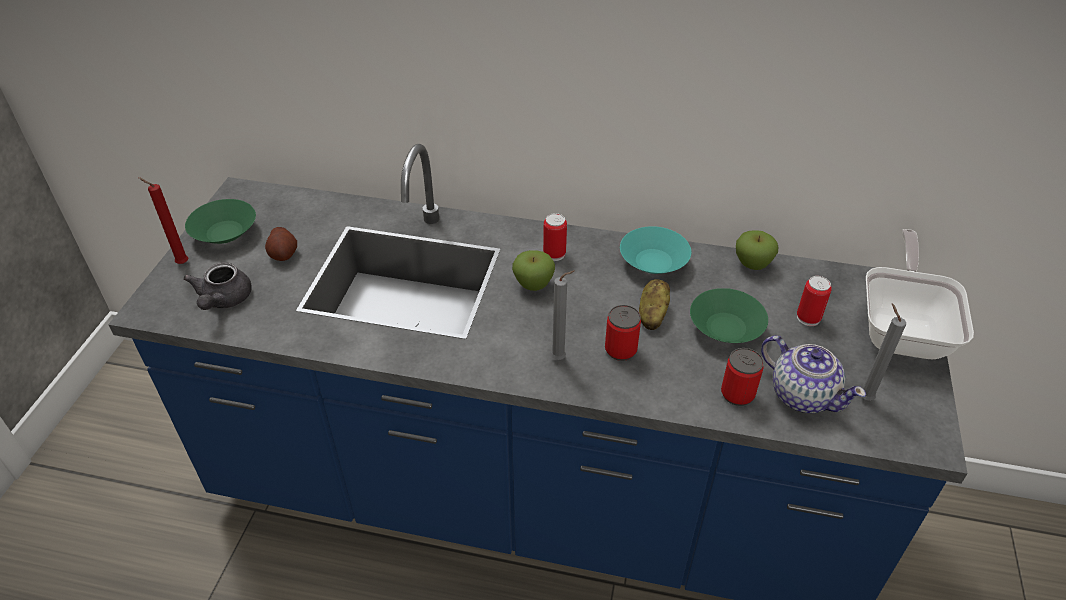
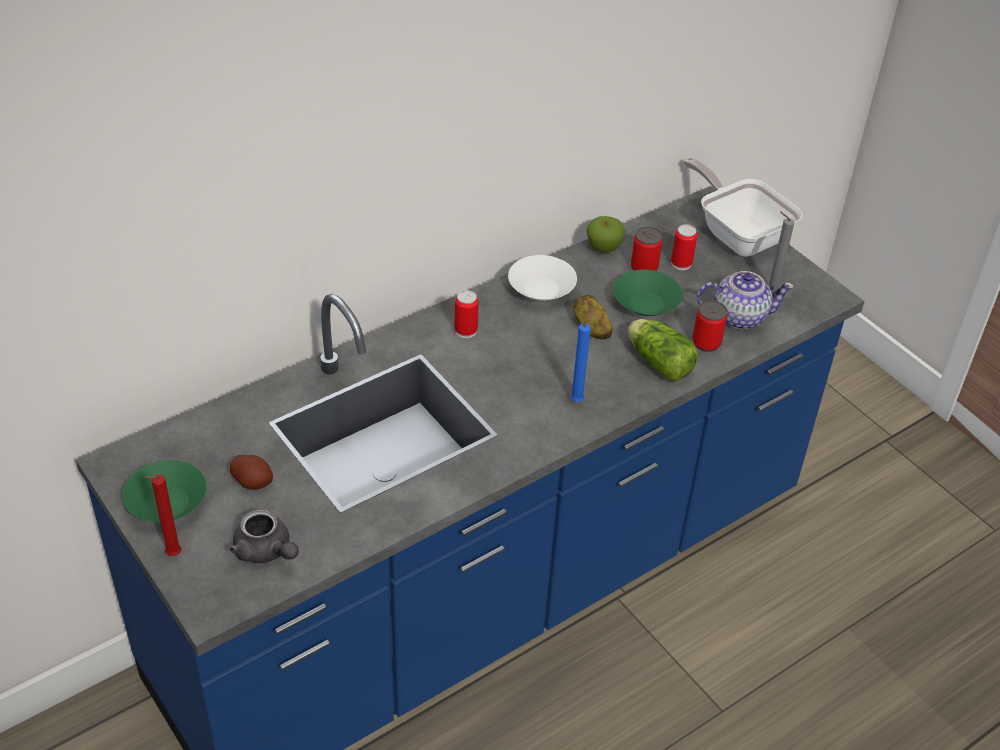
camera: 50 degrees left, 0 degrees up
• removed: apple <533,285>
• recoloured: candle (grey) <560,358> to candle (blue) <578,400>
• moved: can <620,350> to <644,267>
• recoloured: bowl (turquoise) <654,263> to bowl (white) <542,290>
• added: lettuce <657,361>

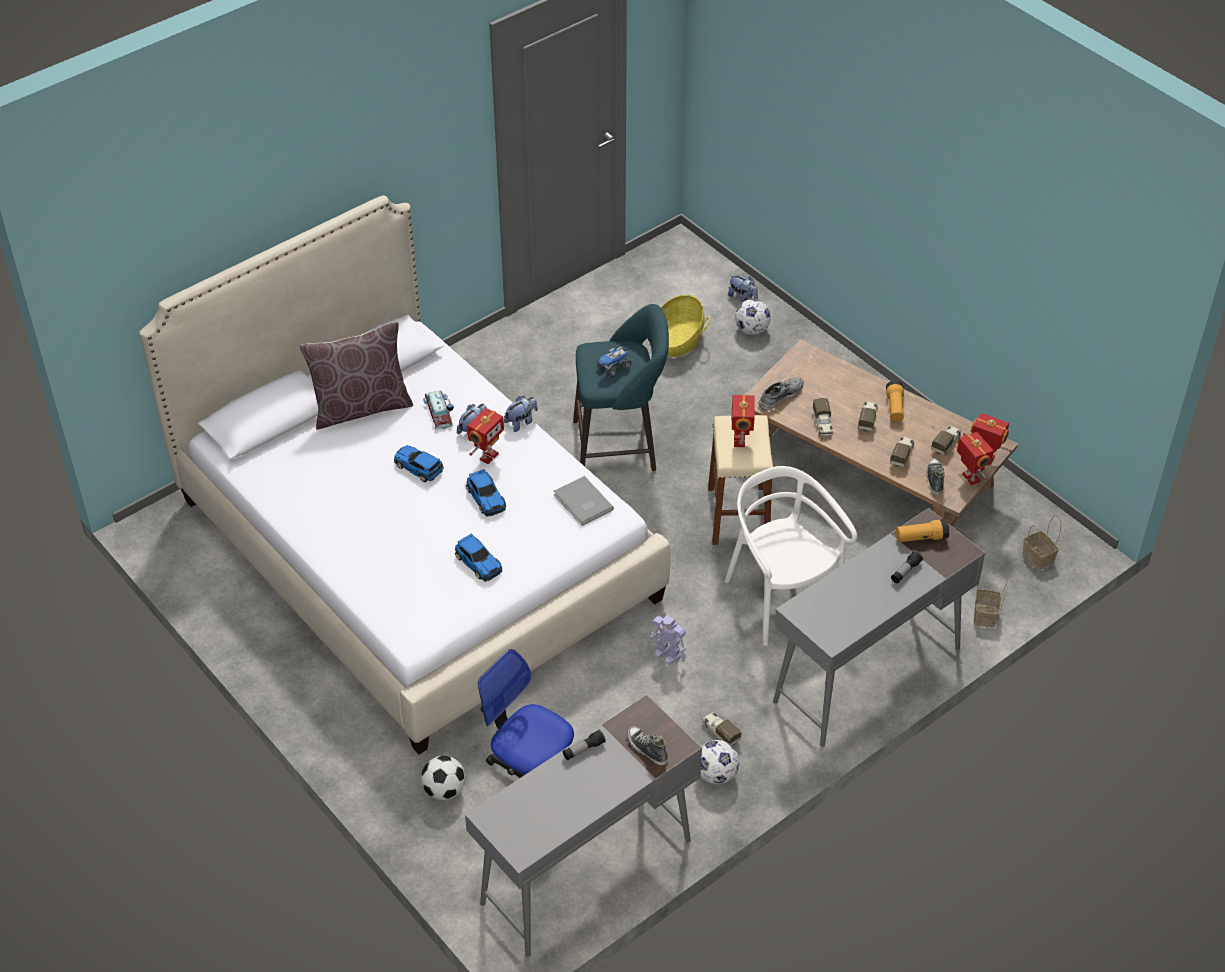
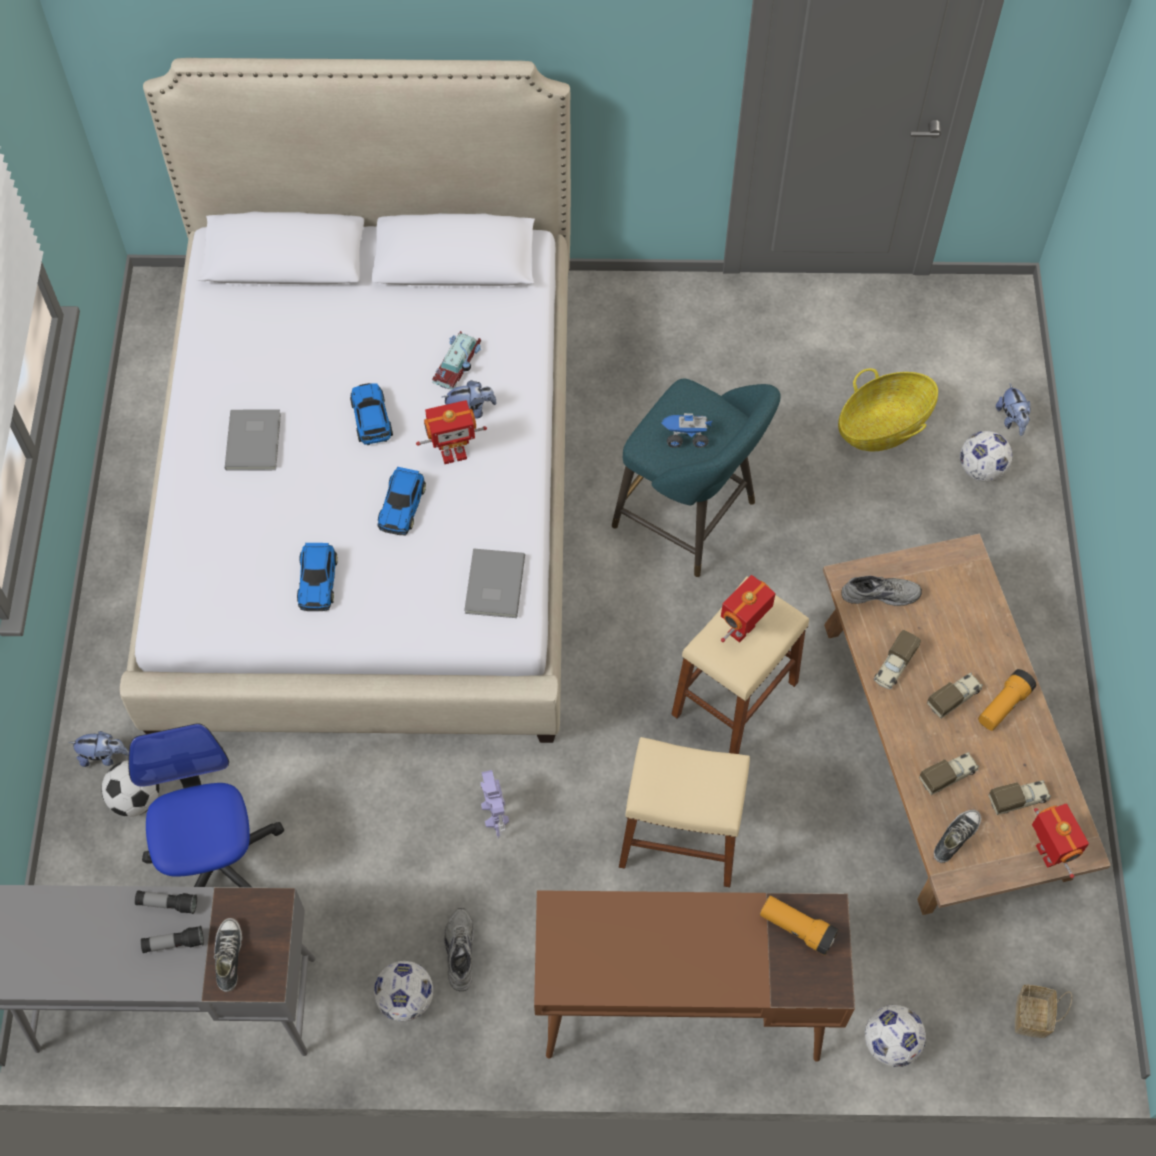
camera: 40 degrees right, 15 degrees up
• removed: pillow (brown) <361,407>
• moved: plush toy <521,422> to <103,756>
• replaced: toy truck <720,732> to shoe (grey) <458,951>
• replaced: chair (white) <781,598> to stool (beige) <680,839>
• recoloured: desk (grey) <866,675> to desk (brown) <680,1009>
• moved: flashlight <905,571> to <173,943>
• removed: toy robot <970,478>
• replaced: basket <985,616> to football <890,1043>
• added: book (grey) <255,440>

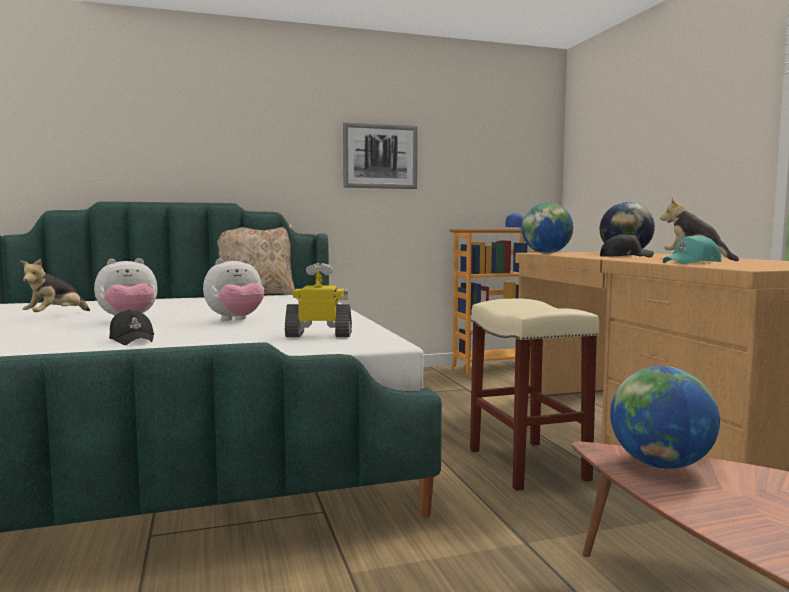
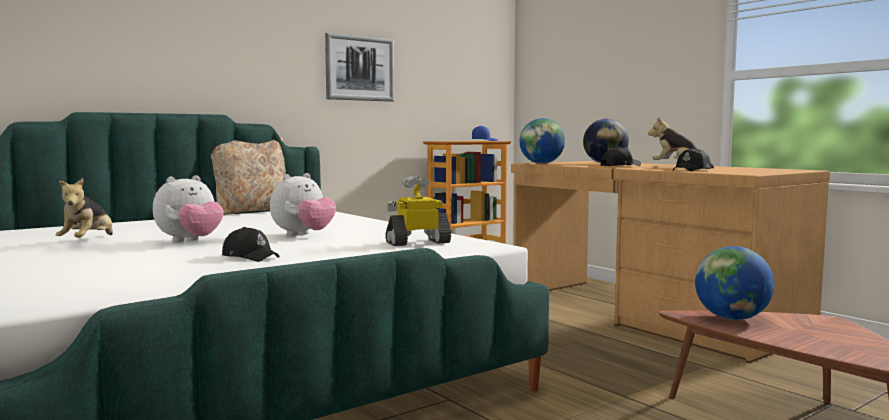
camera: 20 degrees left, 0 degrees up
• removed: stool (beige) <525,464>
• recoloured: cap (turquoise) <692,263> to cap (black) <692,170>

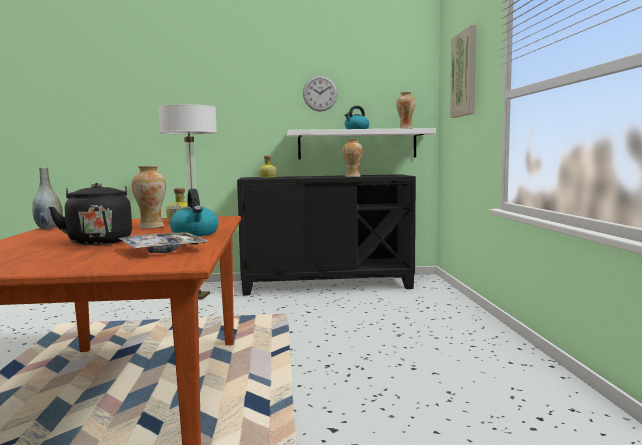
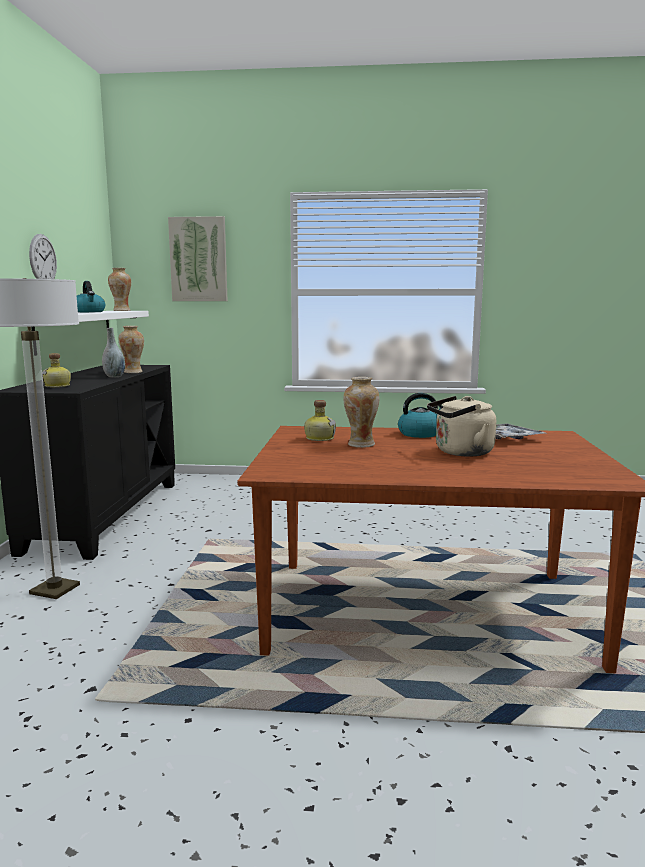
camera: 80 degrees left, 5 degrees up
• moved: vase (grey) <49,228> to <114,376>
• recoloured: kettle (black) <99,241> to kettle (beige) <460,452>

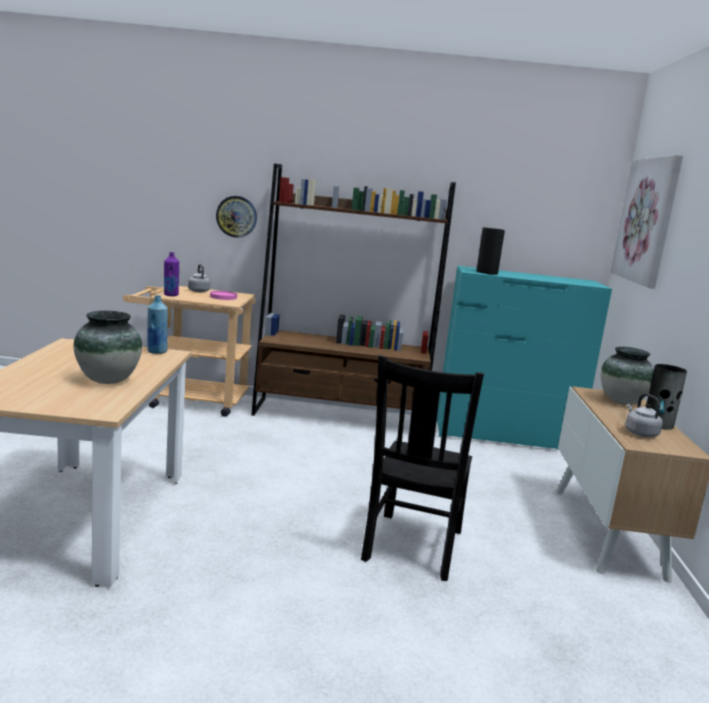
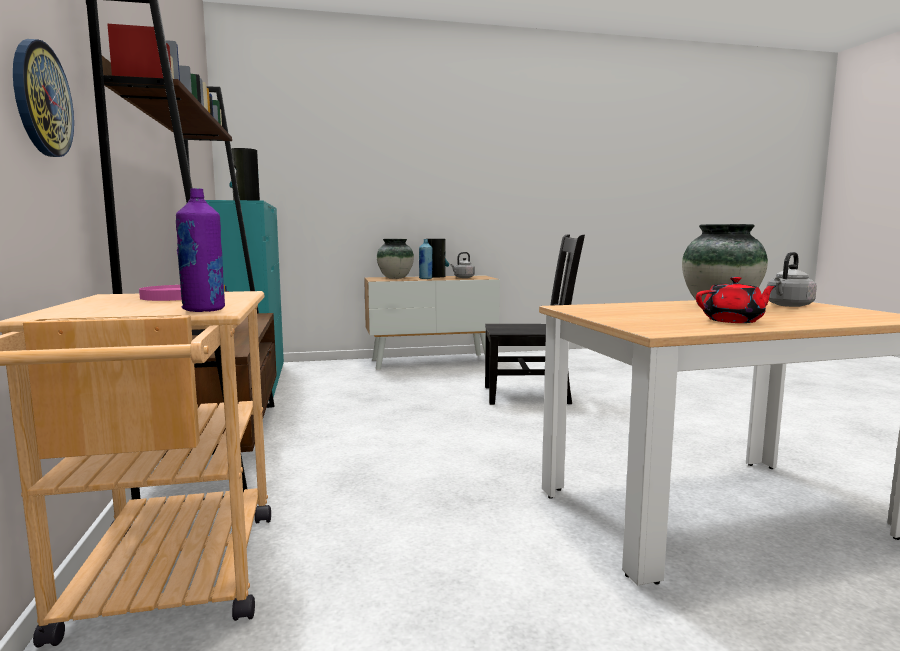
camera: 105 degrees left, 5 degrees down
• moved: bottle (blue) <156,352> to <425,278>
• moved: kettle (grey) <198,291> to <788,305>
• removed: picture <646,220>
• added: teapot (red) <734,321>

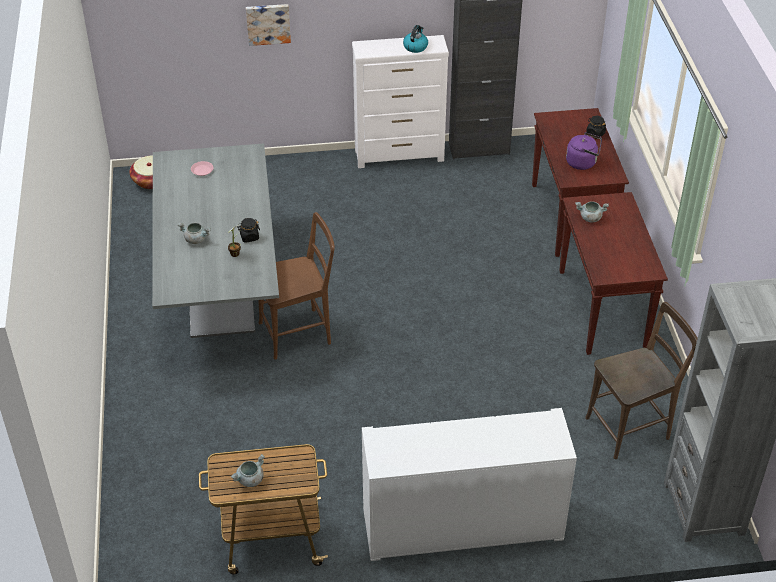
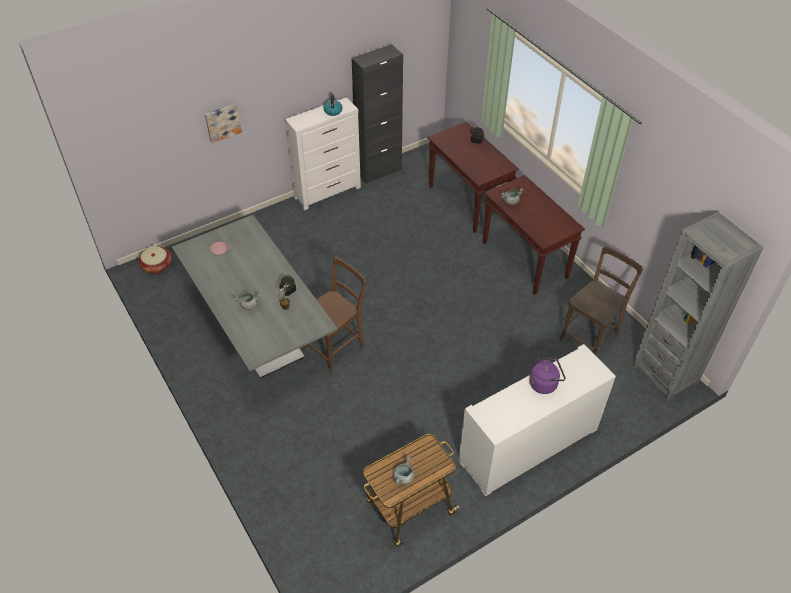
camera: 25 degrees left, 5 degrees up
• moved: kettle (purple) <583,163> to <544,383>

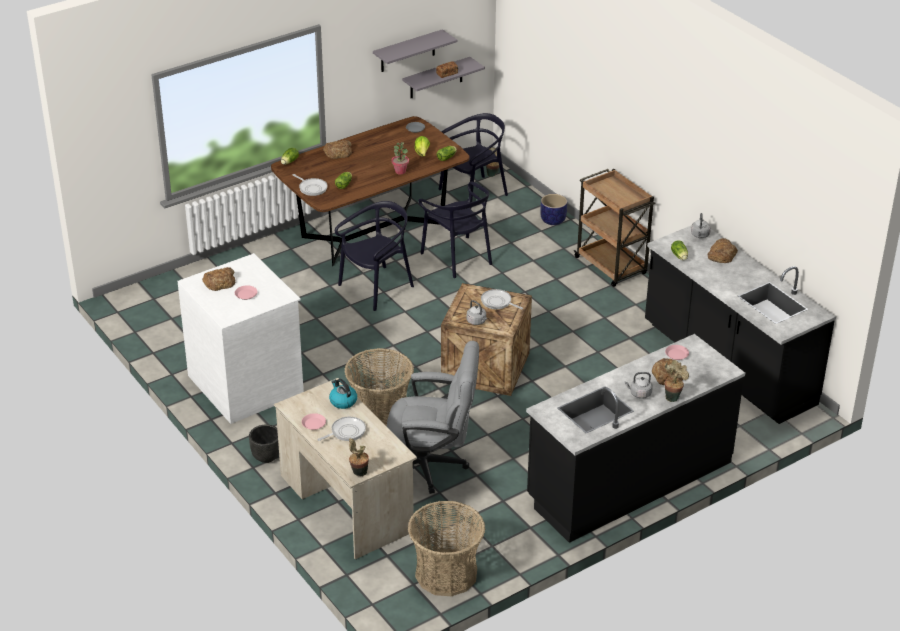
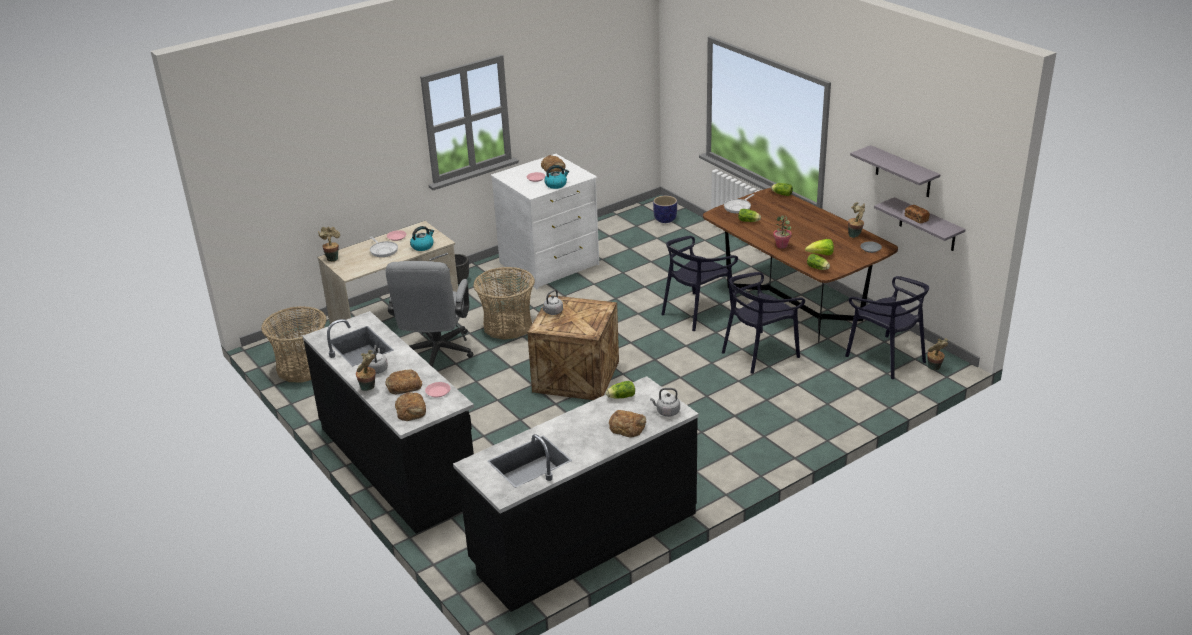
camera: 90 degrees right, 5 degrees down
• moved: bread <338,152> to <411,410>
• turned: chair (black) <376,288> = <697,312> 90 degrees clockwise
• removed: frying pan <497,302>
• moved: planter <553,220> to <665,219>
• removed: cart (brown) <611,266>
• added: kettle <556,184>
• added: potted plant <855,235>

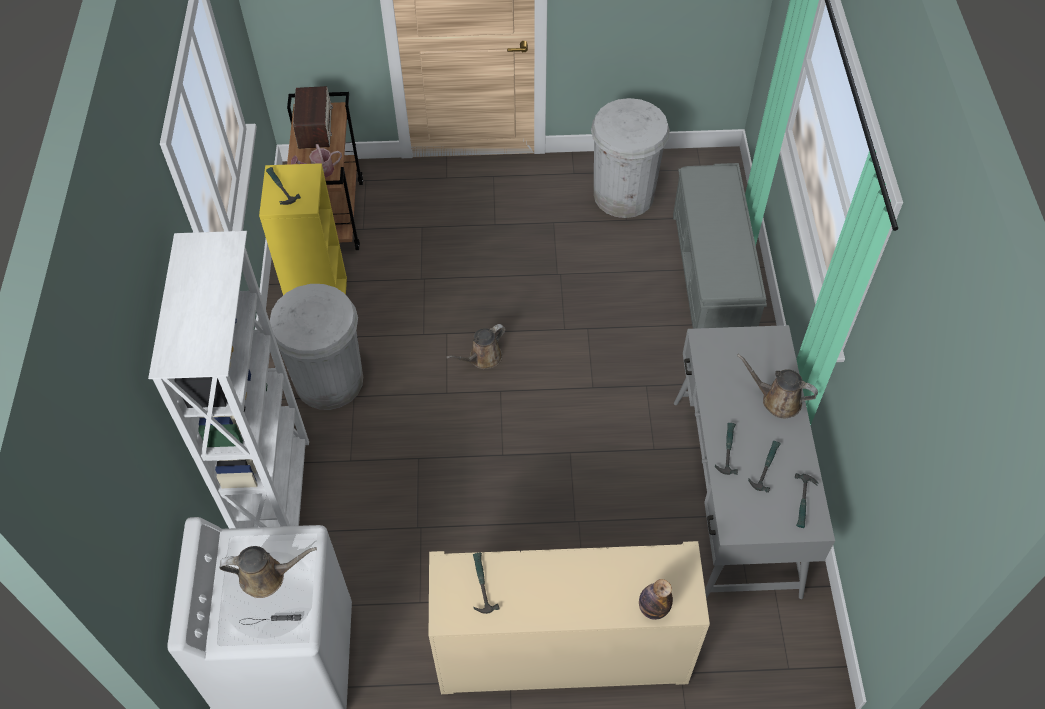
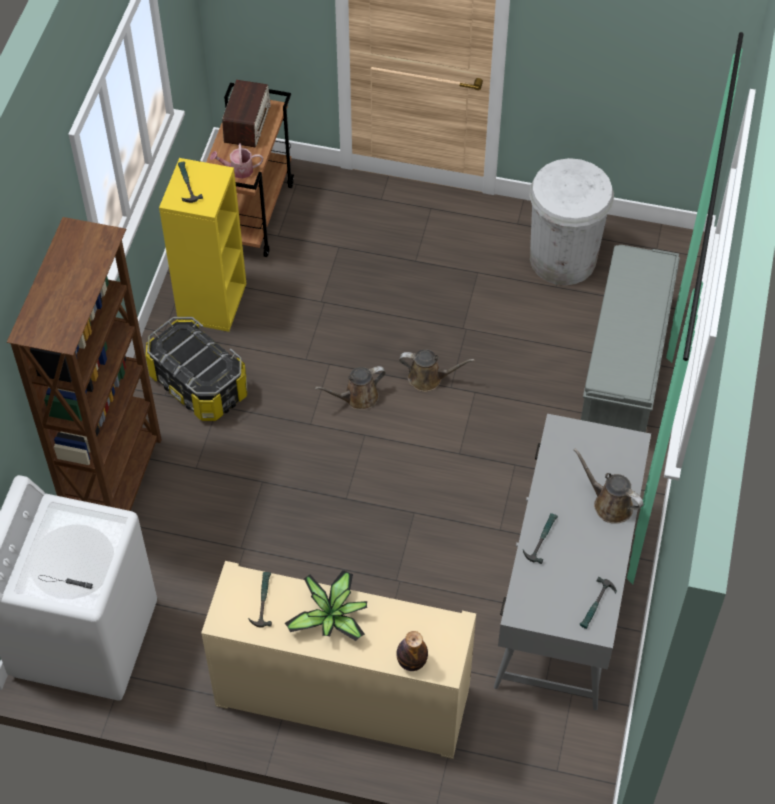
camera: 15 degrees right, 0 degrees up
• recoloured: bookcase (white) <279,497> to bookcase (brown) <118,486>
• moved: watering can (brown) <267,576> to <428,378>
• replaced: trash can (white) <329,381> to storage box <198,384>
• removed: hammer <765,467>
• added: potted plant <331,617>

